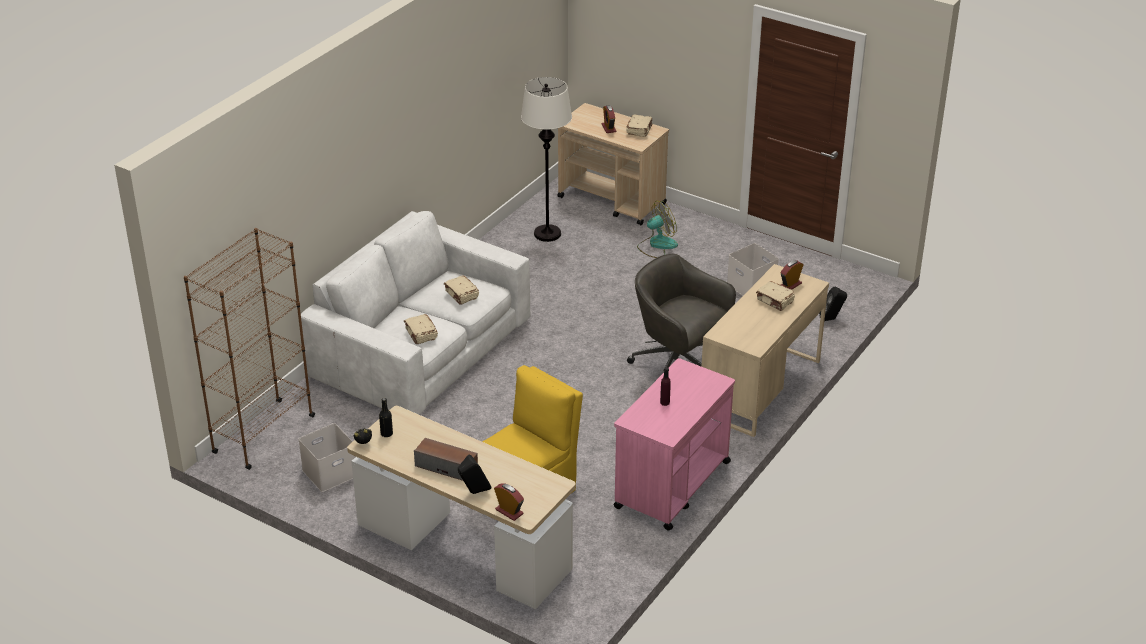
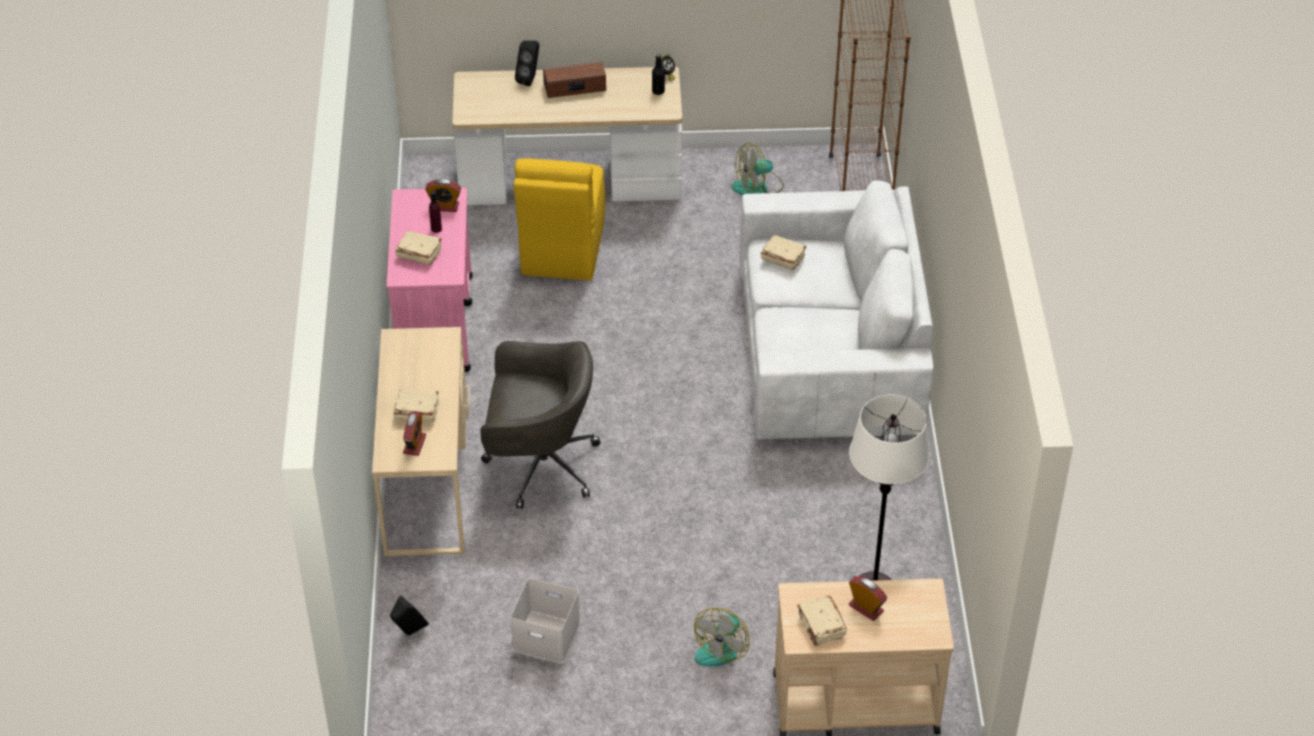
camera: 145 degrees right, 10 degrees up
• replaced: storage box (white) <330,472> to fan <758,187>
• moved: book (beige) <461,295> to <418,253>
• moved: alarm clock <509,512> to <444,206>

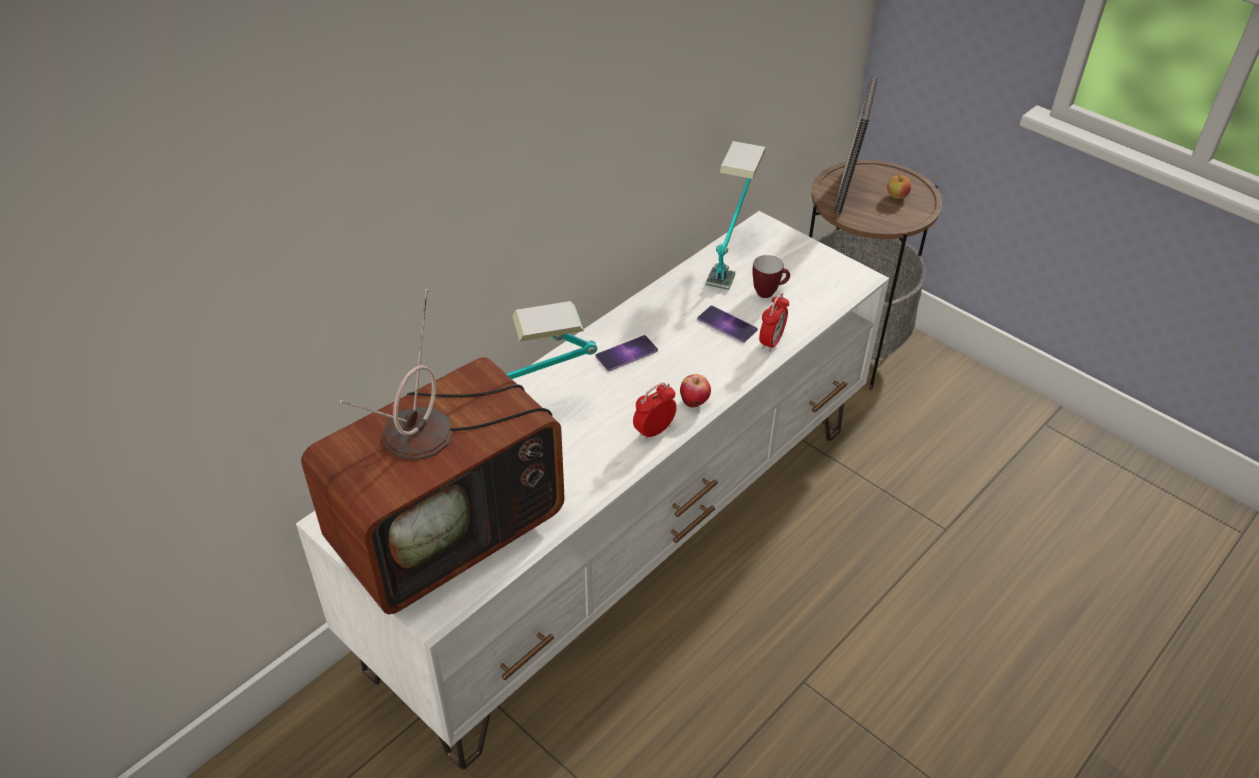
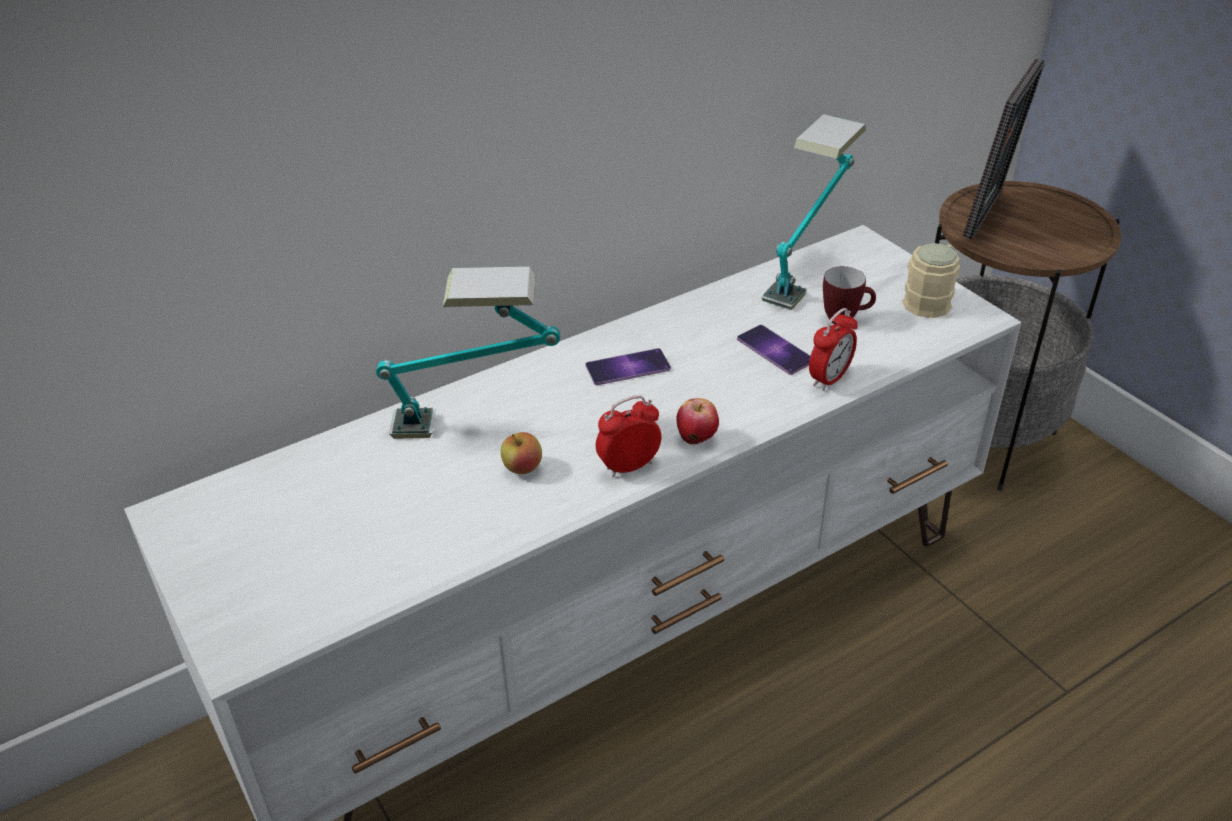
camera: 15 degrees right, 5 degrees down
• removed: television <450,525>
• moved: apple <897,196> to <522,468>
• added: mug (beige) <930,299>

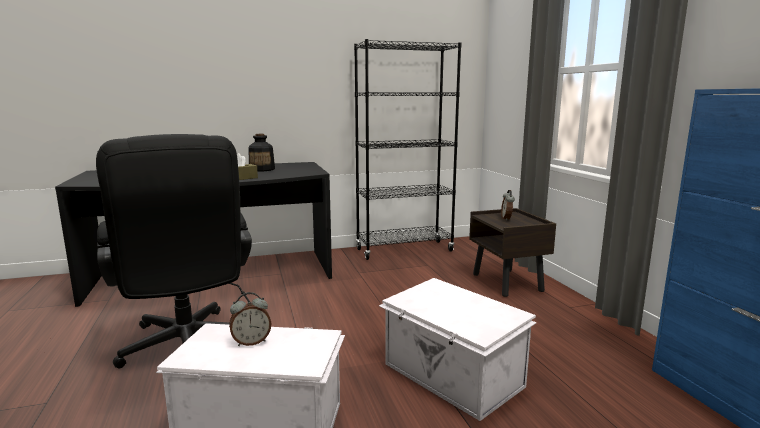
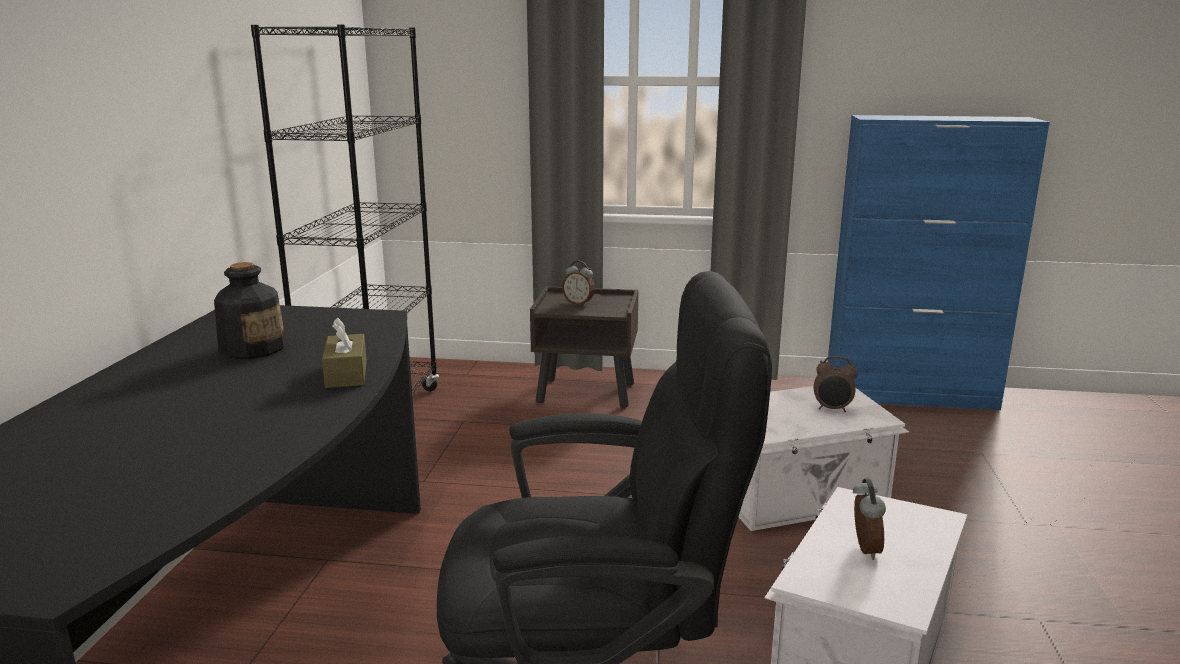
camera: 65 degrees left, 5 degrees up
• added: alarm clock <832,409>

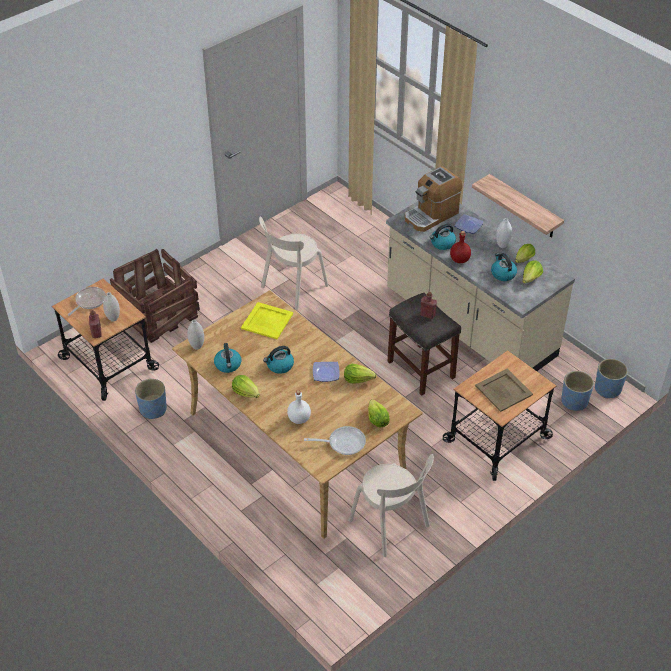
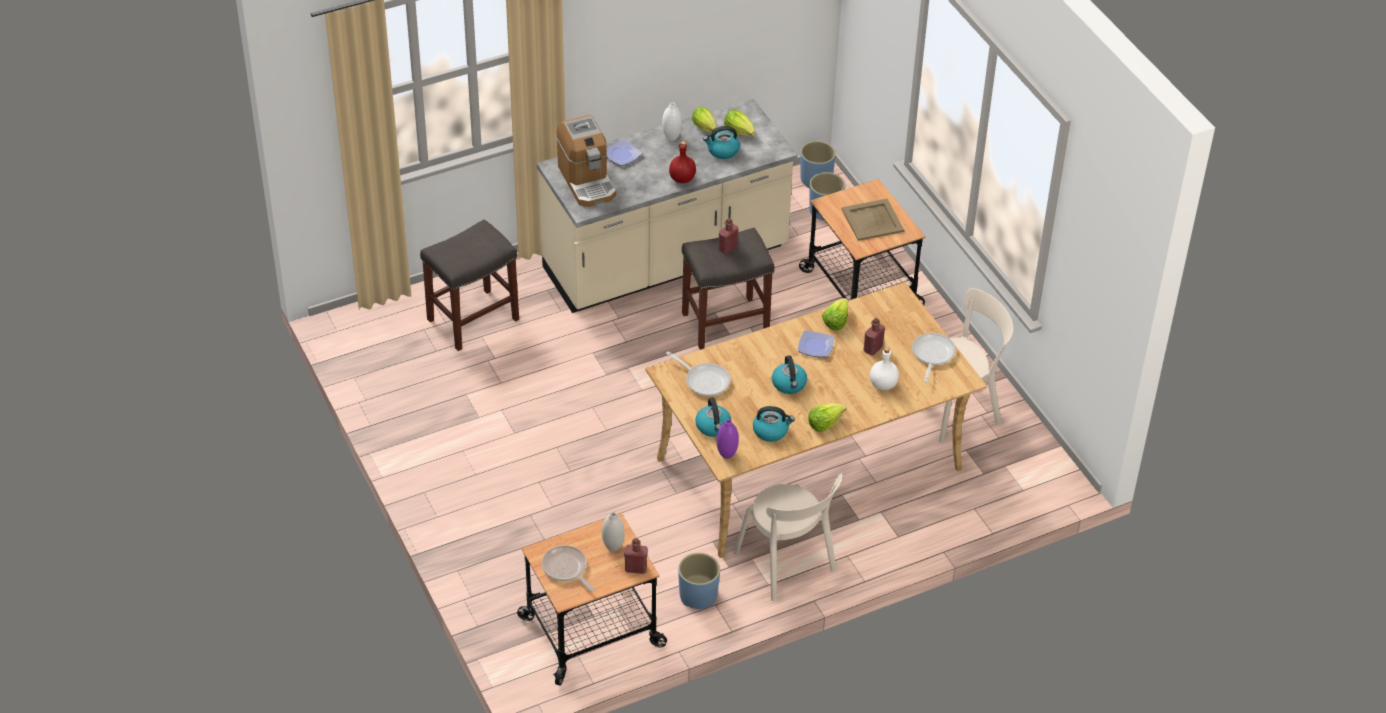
camera: 75 degrees left, 0 degrees up
• removed: crate <159,313>
• recoloured: vase (white) <197,346> to vase (purple) <727,455>
• replaced: tray (yellow) <267,321> to frying pan <704,380>
• moved: chair (beige) <292,288> to <787,565>
• removed: lettuce <377,419>
• moved: kettle <442,243> to <713,427>
• removed: shelf <524,207>
• added: stool (grey) <472,320>
• added: bottle (red) <873,349>

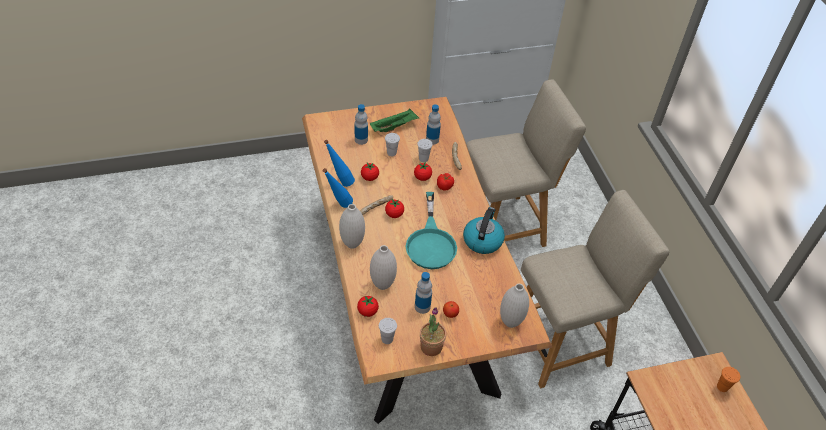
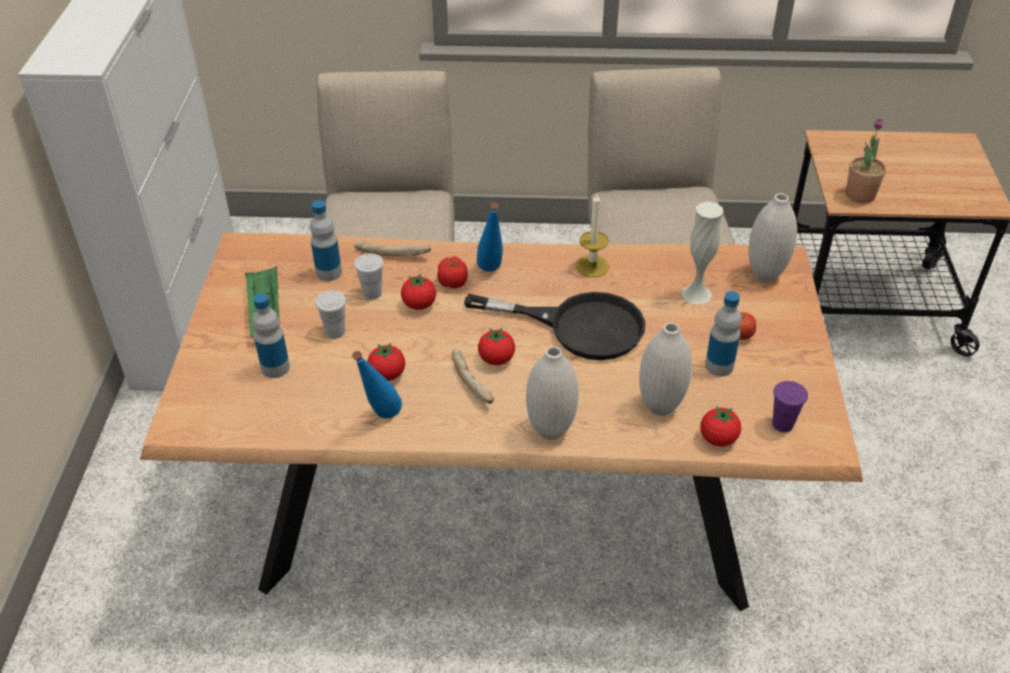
camera: 70 degrees left, 5 degrees down
• moved: bottle (blue) <338,206> to <491,273>
• recoloured: cup (white) <387,339> to cup (purple) <782,424>
• recoloured: frying pan (turquoise) <431,242> to frying pan (black) <578,326>
• moved: potted plant <431,347> to <860,195>
• replaced: kettle <482,240> to candle <592,266>
• removed: cup (orange) <722,387>
• added: vase (white) <696,294>

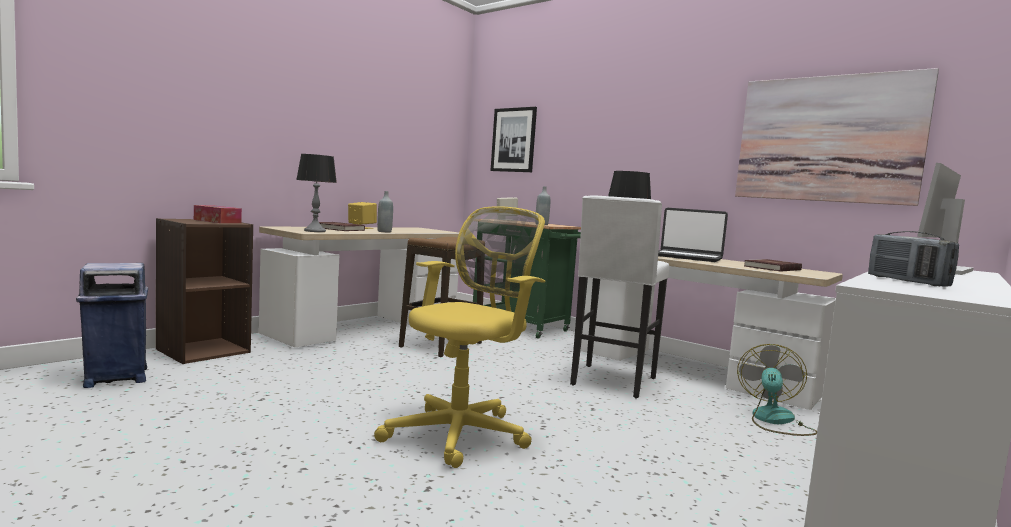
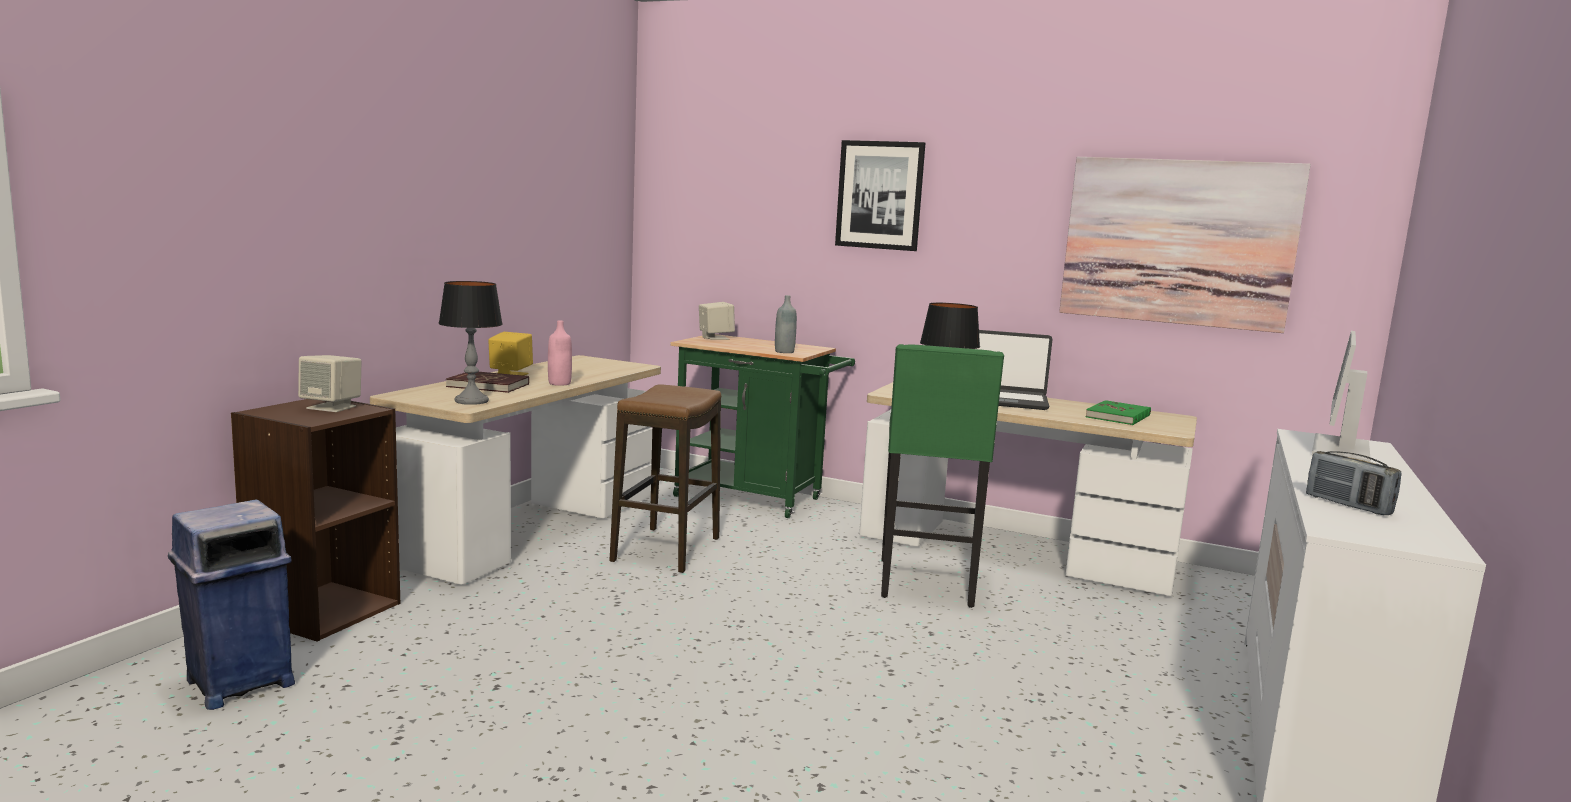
camera: 15 degrees left, 5 degrees up
• replaced: tissue box <217,221> to speaker (beige) <332,407>
• removed: office chair (yellow) <462,433>
• recoloured: bottle (grey) <384,231> to bottle (pink) <559,383>
• moved: picture <513,140> to <879,195>
• recoloured: stool (white) <612,382> to stool (green) <928,584>
• removed: fan <774,421>
• recoloured: book (red) <773,268> to book (green) <1118,416>

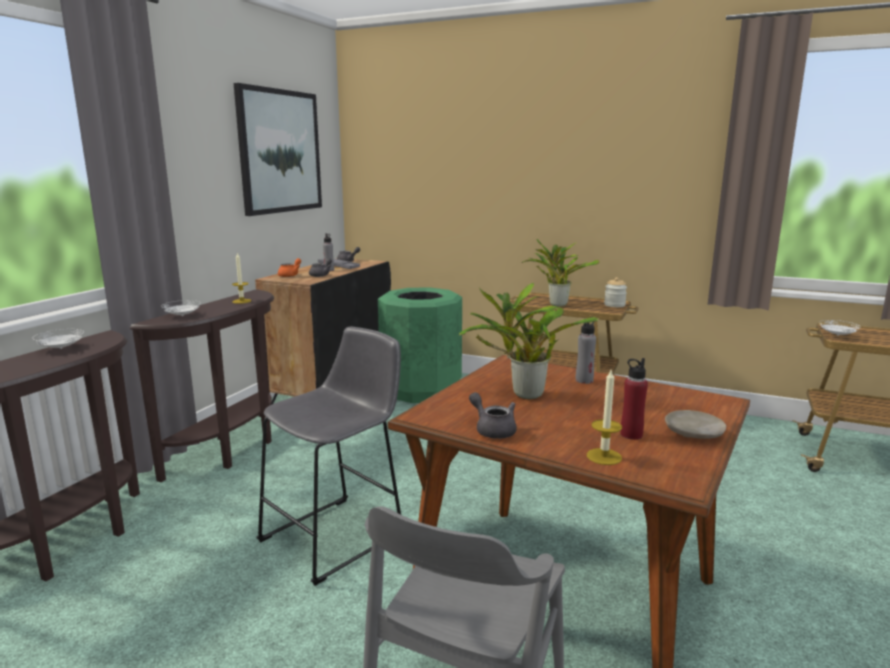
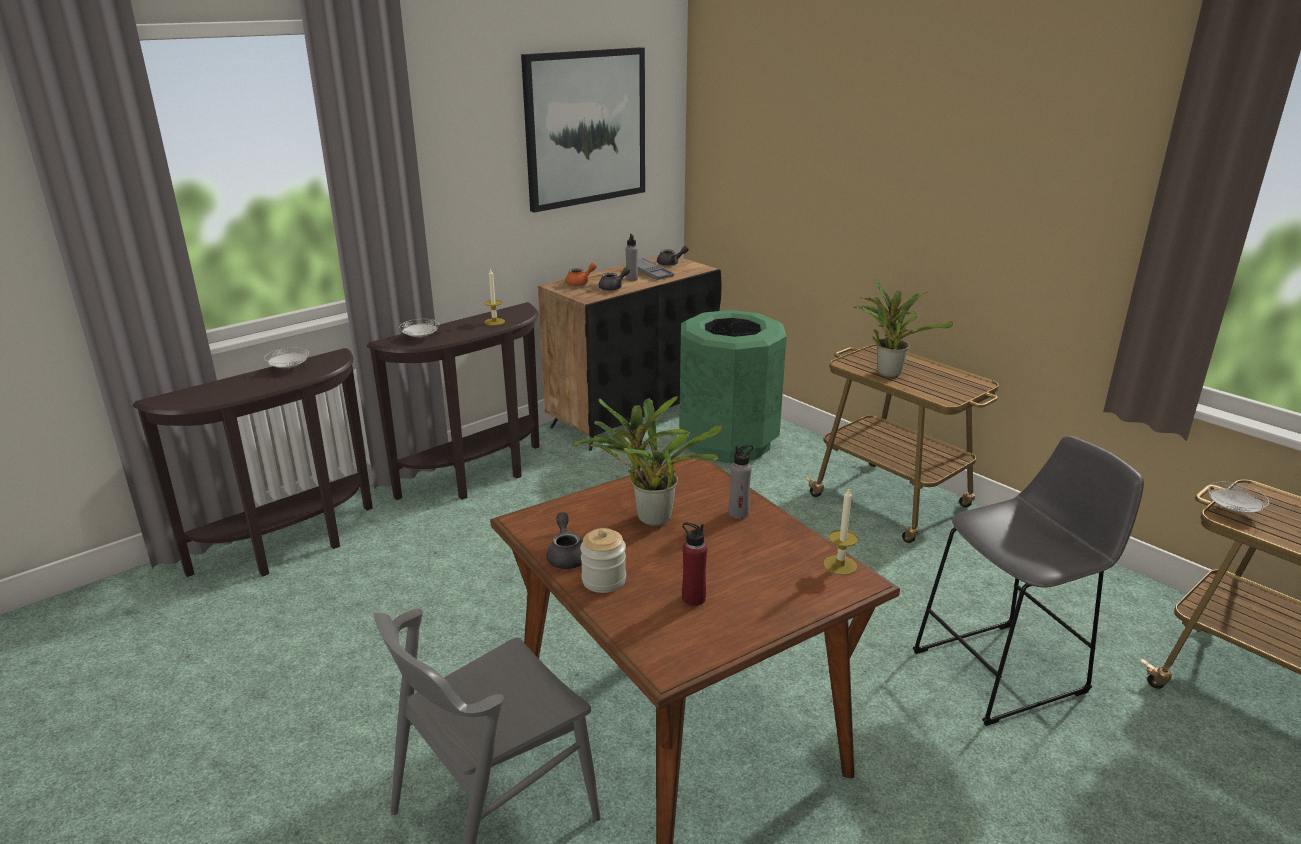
camera: 25 degrees right, 10 degrees up
• moved: stool (grey) <339,535> to <1007,670>
• moved: candle <604,456> to <840,565>
• moved: jar <614,305> to <604,580>
• removed: plate (beige) <693,433>

